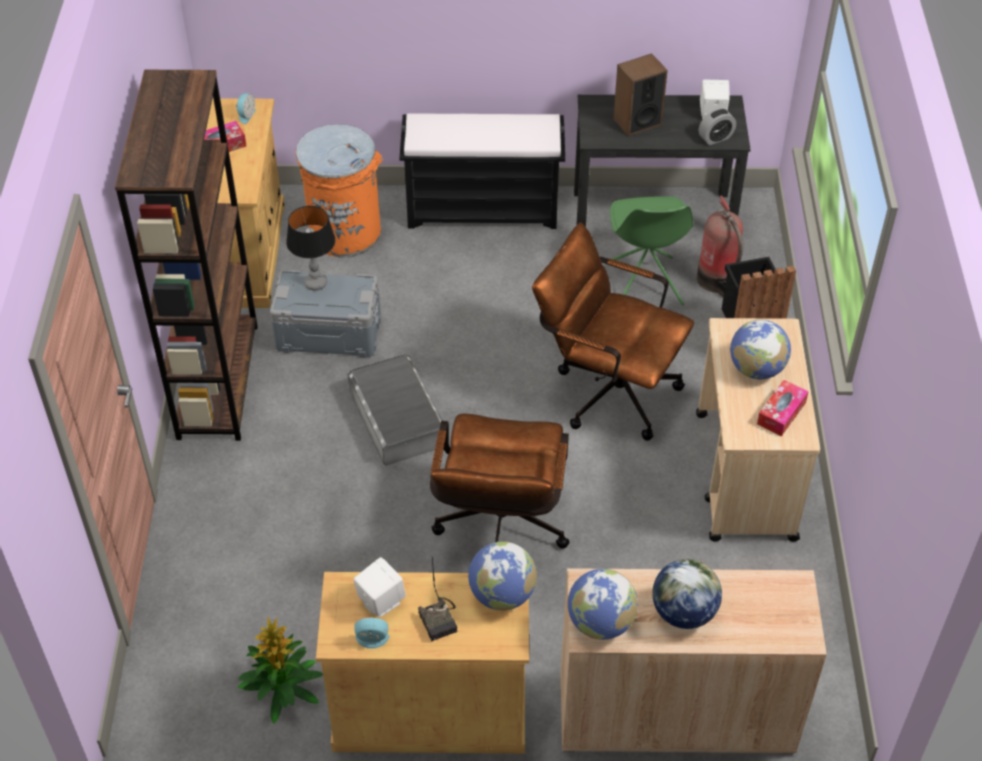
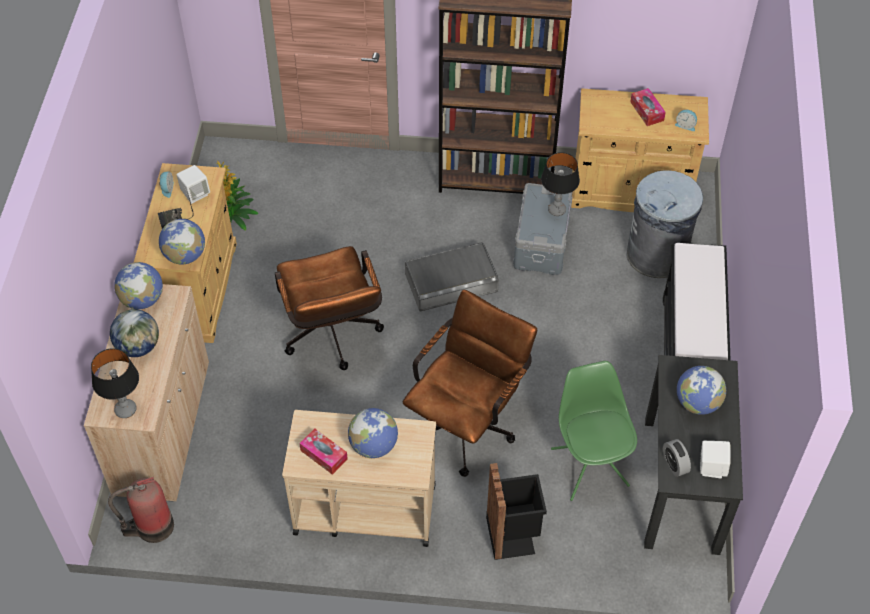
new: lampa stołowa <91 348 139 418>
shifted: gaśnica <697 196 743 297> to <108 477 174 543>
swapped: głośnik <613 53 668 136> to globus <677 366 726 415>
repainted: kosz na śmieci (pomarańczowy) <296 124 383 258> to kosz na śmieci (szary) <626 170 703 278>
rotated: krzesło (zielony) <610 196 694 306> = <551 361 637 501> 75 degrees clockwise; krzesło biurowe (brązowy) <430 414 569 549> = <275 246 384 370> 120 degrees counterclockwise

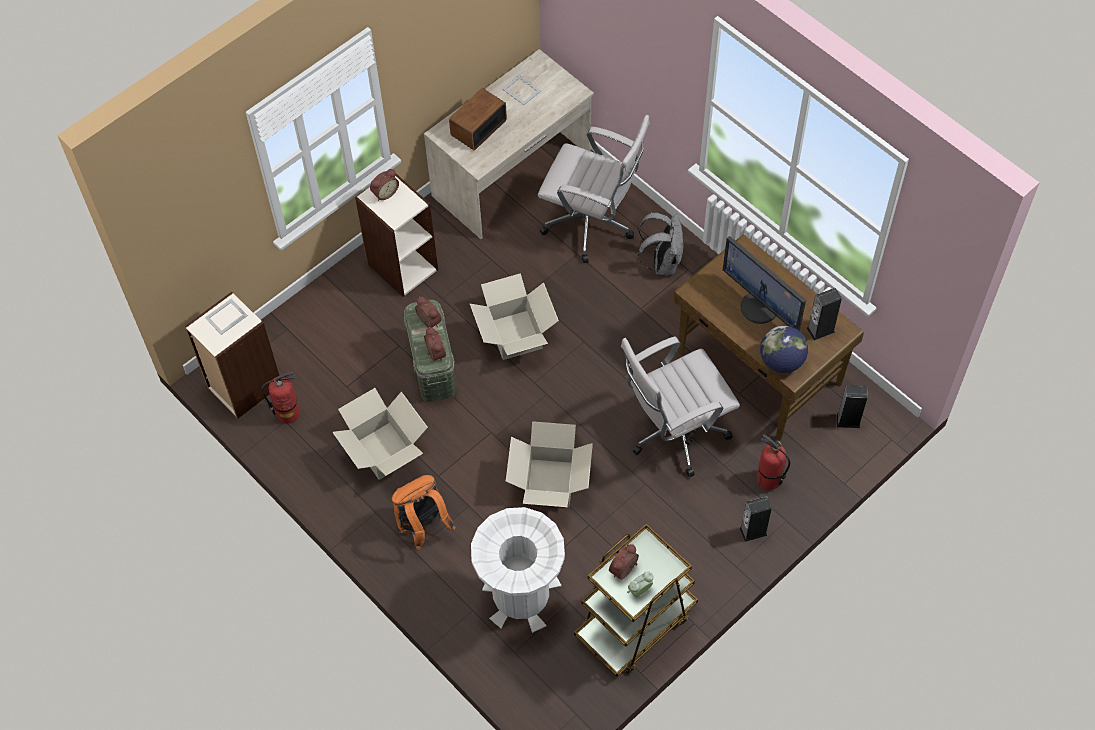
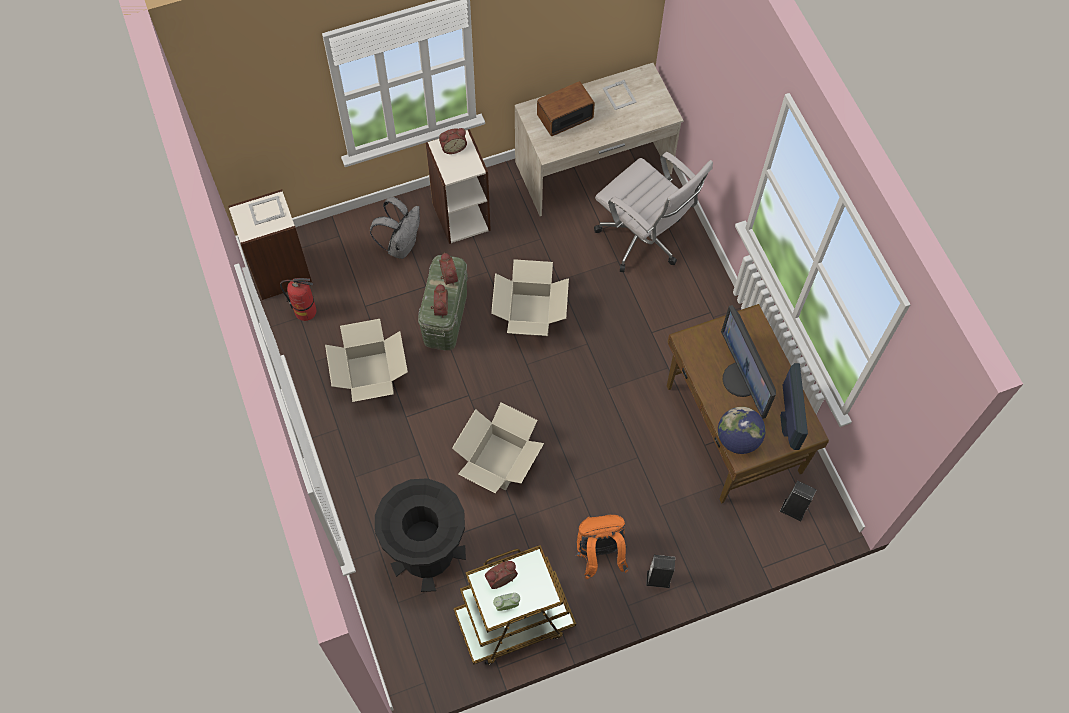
gone: krzesło biurowe (biały) <621 336 740 478>; gaśnica <757 434 790 490>
shifted: plecak (szary) <638 213 684 275> to <370 197 420 259>; plecak (pomarańczowy) <392 475 456 550> to <575 514 628 579>
swapped: głośnik <806 288 842 341> to monitor <780 363 808 450>
repainted: kosz na śmieci (biały) <471 507 565 633> to kosz na śmieci (czarny) <375 478 466 592>

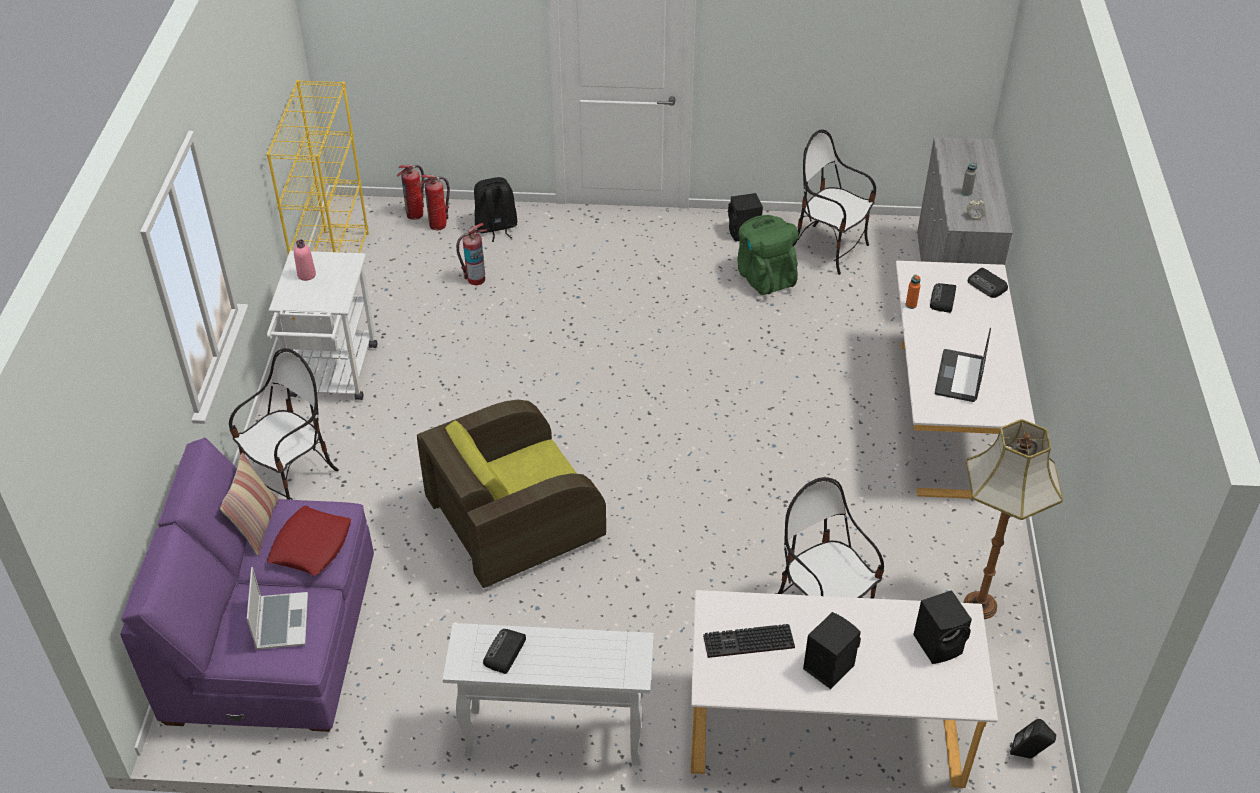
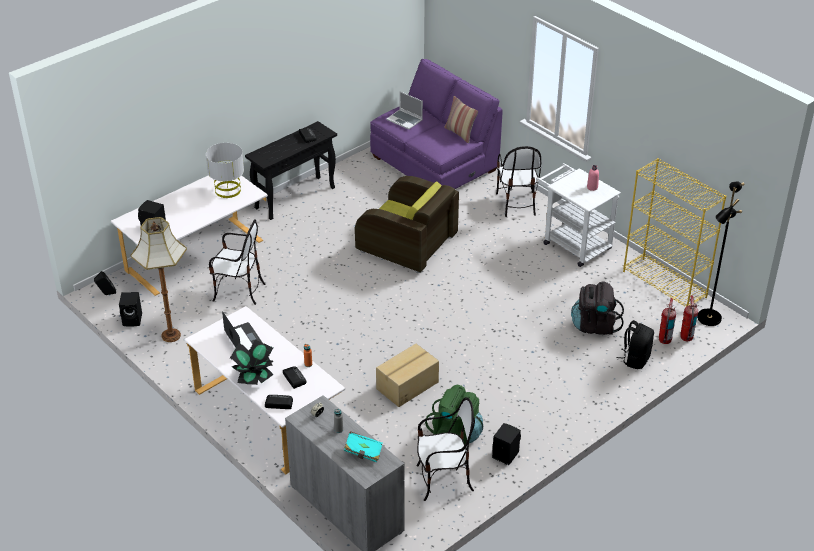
gone: poduszka (czerwony) <267 506 351 575>
new: lampa stojąca (czarny) <697 181 744 326>; roślina doniczkowa <230 339 274 385>; karton <376 344 439 407>; książka (turkusowy) <344 431 383 463>
shifted: głośnik (czarny) <803 612 861 689> to <119 292 142 327>
swapped: gaśnica <456 223 487 285> to plecak (czarny) <571 282 624 335>; klawiatura <703 624 795 658> to lampa stołowa (szary) <206 143 244 198>
repainted: stolik konsolowy (biały) <443 623 654 766> to stolik konsolowy (czarny) <245 121 337 220>
rotated: fotel (brązowy) <417 400 606 588> = <355 176 459 273> 105 degrees clockwise

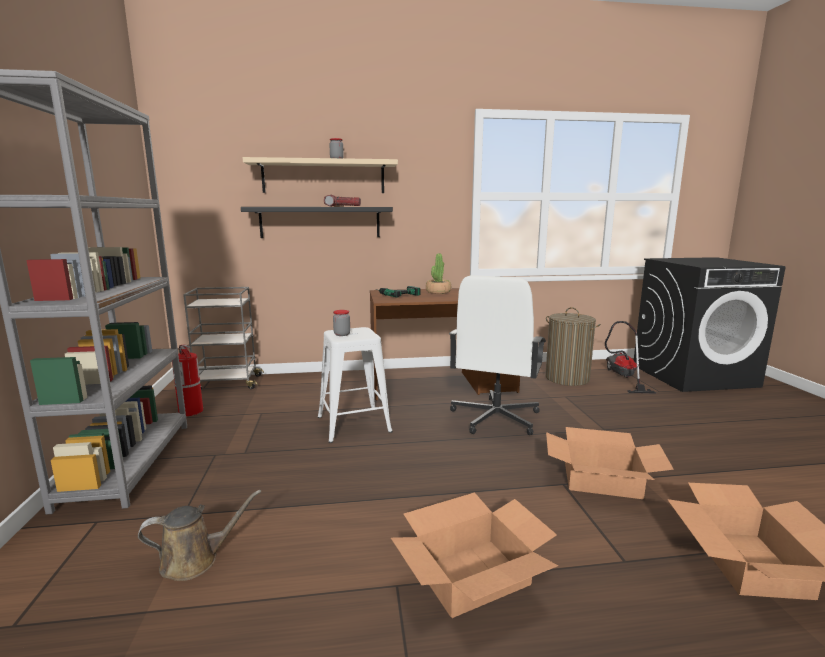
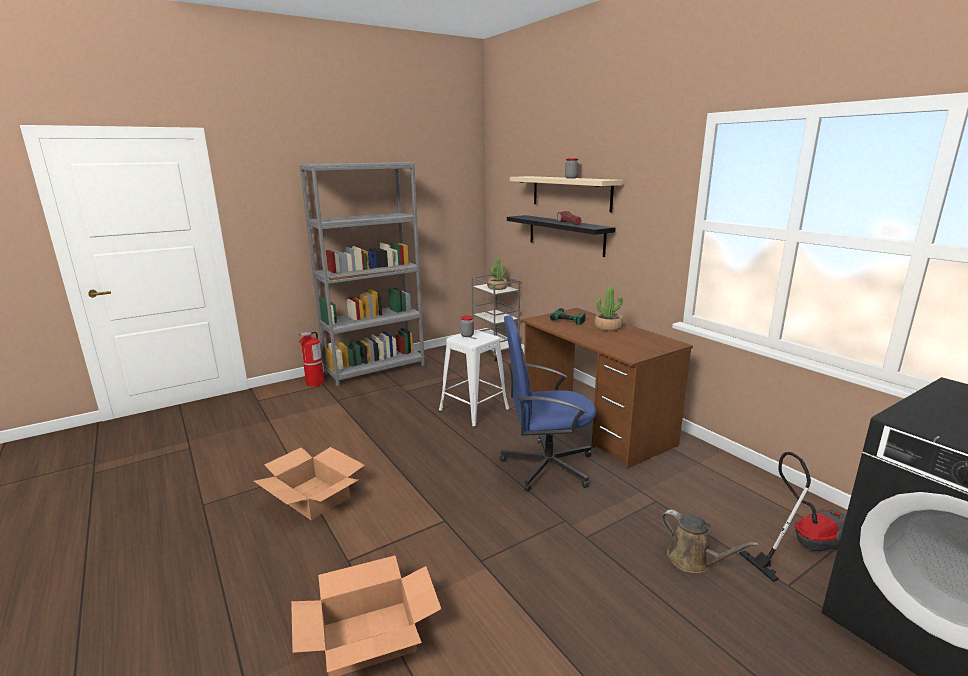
gone: kosz na pranie <545 307 601 386>; karton <546 427 674 499>
new: roślina doniczkowa <487 258 508 290>
shifted: gaśnica <172 344 203 416> to <299 332 324 387>; konewka (brązowy) <138 490 261 581> to <661 510 759 573>
repainted: krzesło biurowe (biały) <449 275 546 435> to krzesło biurowe (niebieski) <499 315 596 492>

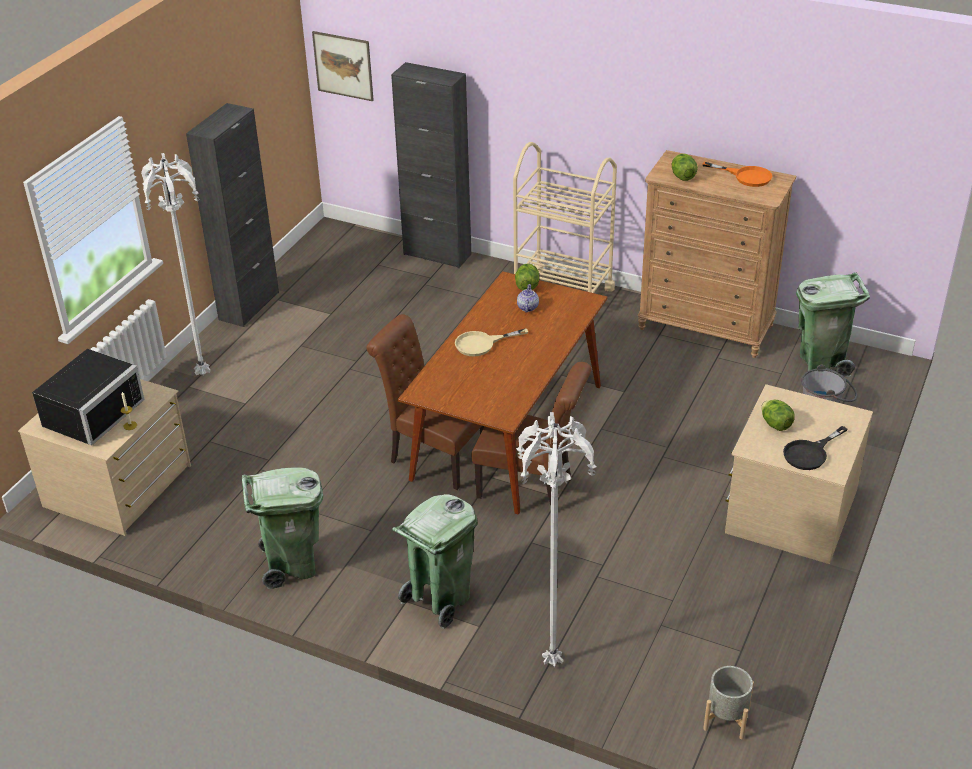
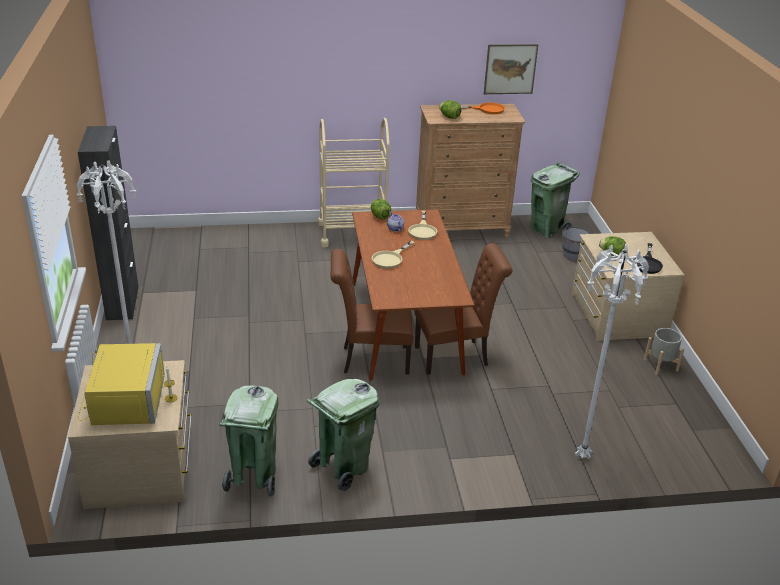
gone: szafka (czarny) <391 62 471 268>
new: patelnia (beżowy) <408 211 438 240>
shifted: obraz <312 31 374 101> to <484 44 538 94>; kosz na śmieci (zielony) <392 494 478 629> to <219 385 279 498>; donica (szary) <703 666 754 739> to <644 328 684 375>
repainted: mikrofalówka (czarny) <32 349 145 446> to mikrofalówka (żółty) <78 343 165 425>

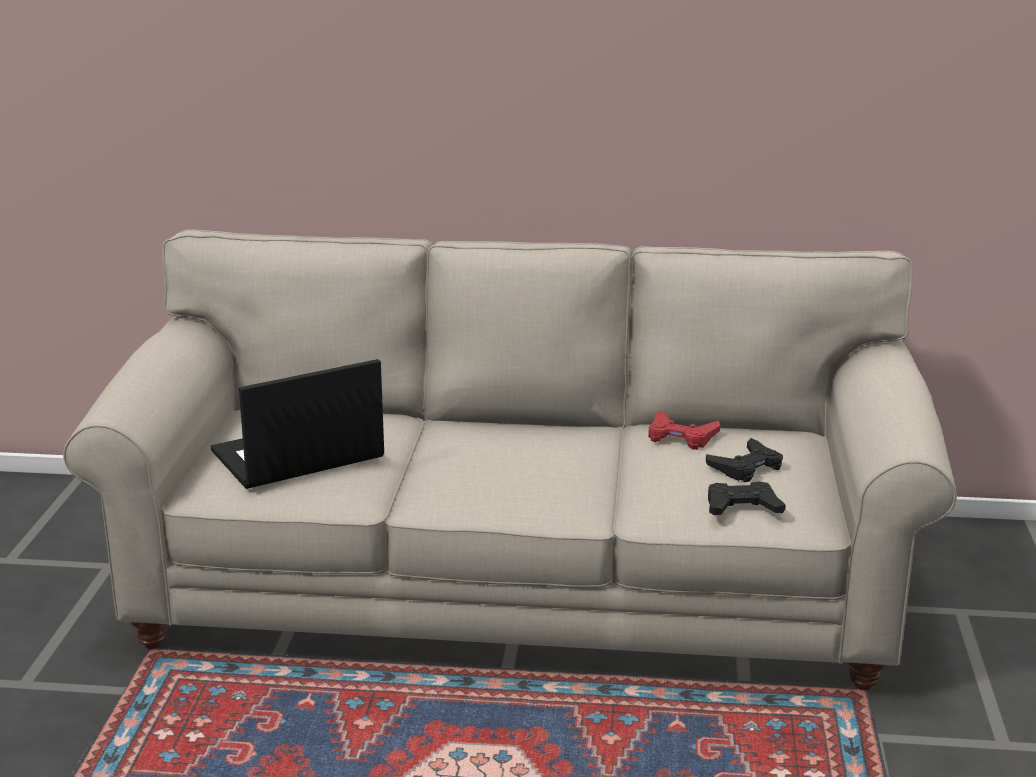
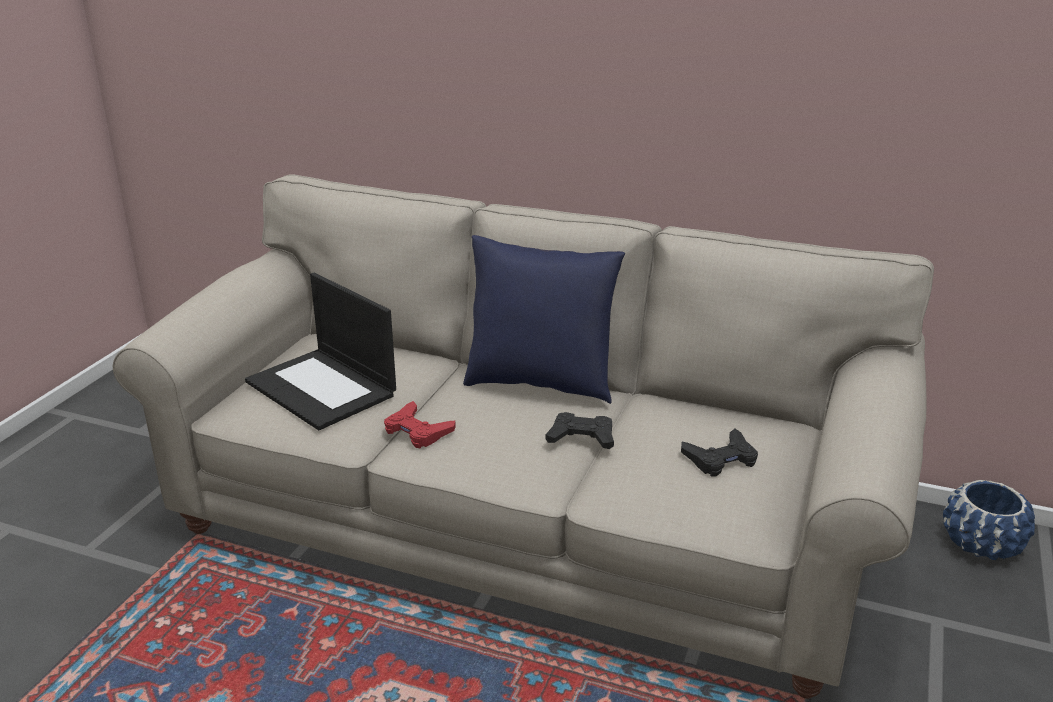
new: poduszka (niebieski) <463 235 625 404>; donica (niebieski) <943 480 1035 560>
shifted: pad do gier (czerwony) <648 411 720 450> to <384 401 456 448>; pad do gier (czarny) <708 481 786 515> to <545 412 614 449>
rotated: laptop <211 359 384 489> = <245 273 396 430> 120 degrees counterclockwise

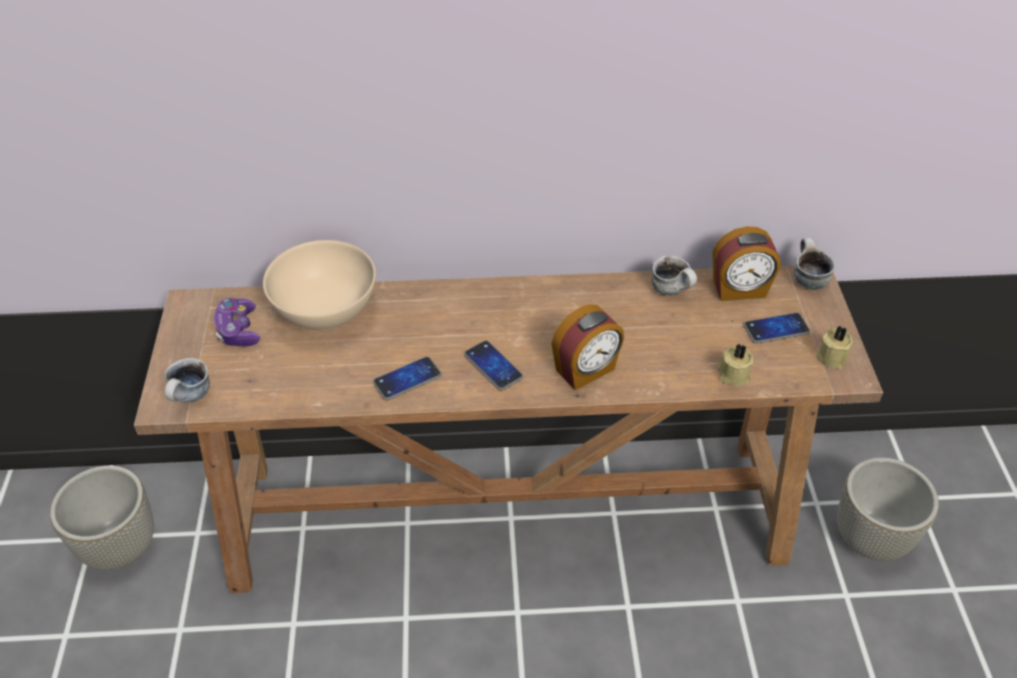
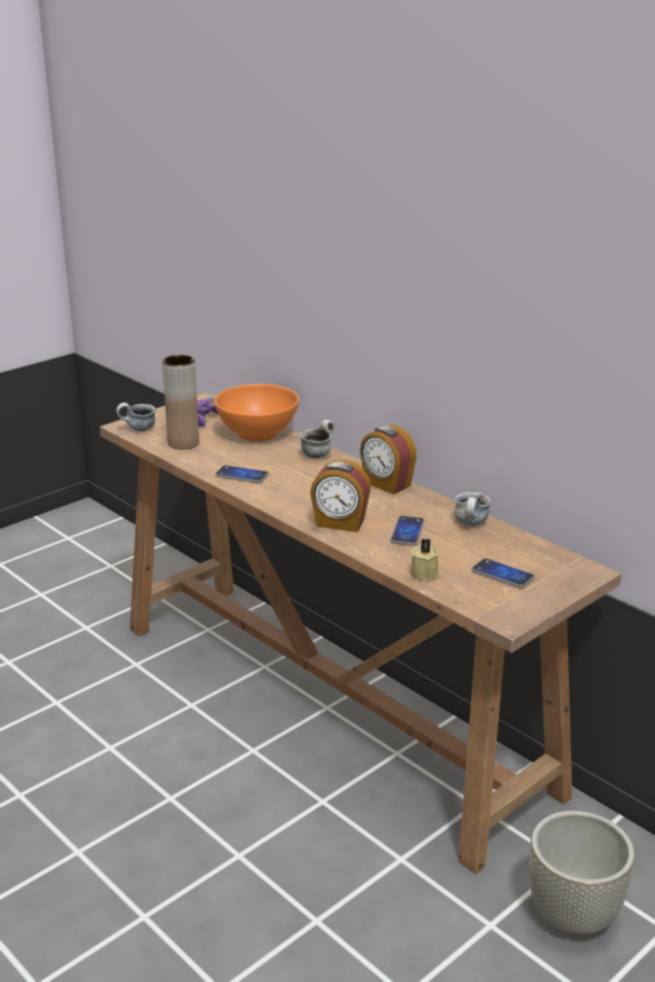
gone: świeca (beżowy) <816 326 853 369>; donica (szary) <50 466 154 570>
new: wazon (brązowy) <162 355 199 450>
shifted: budzik <713 226 780 301> to <360 425 417 494>; kubek <794 237 836 290> to <300 420 334 458>; telefon <464 341 523 391> to <390 516 425 546>
repainted: miska (beżowy) <263 240 376 330> to miska (pomarańczowy) <214 384 299 442>

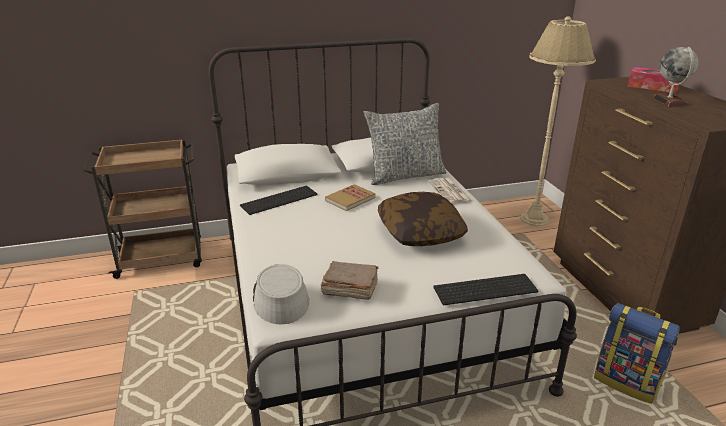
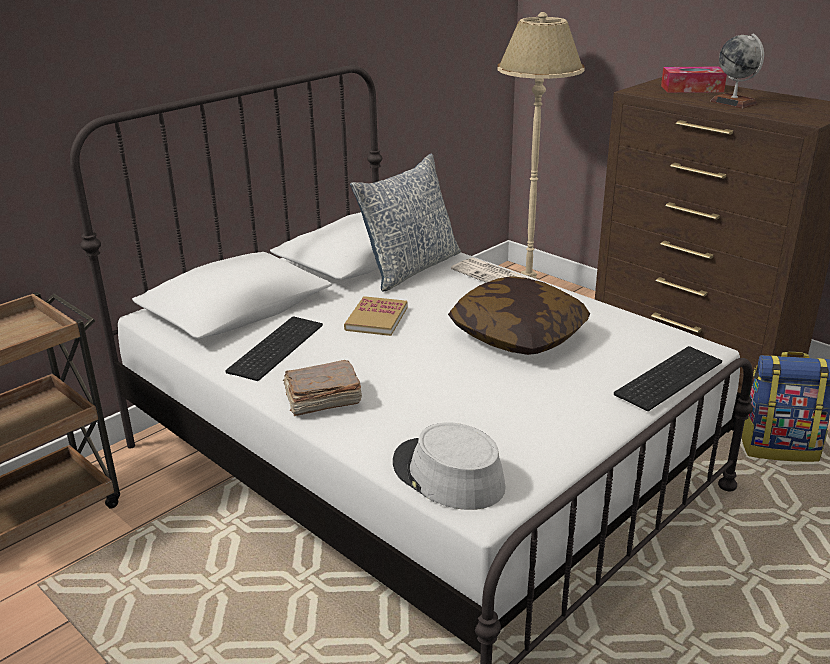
shifted: książka (brązowy) <321 261 378 300> to <283 360 362 416>

